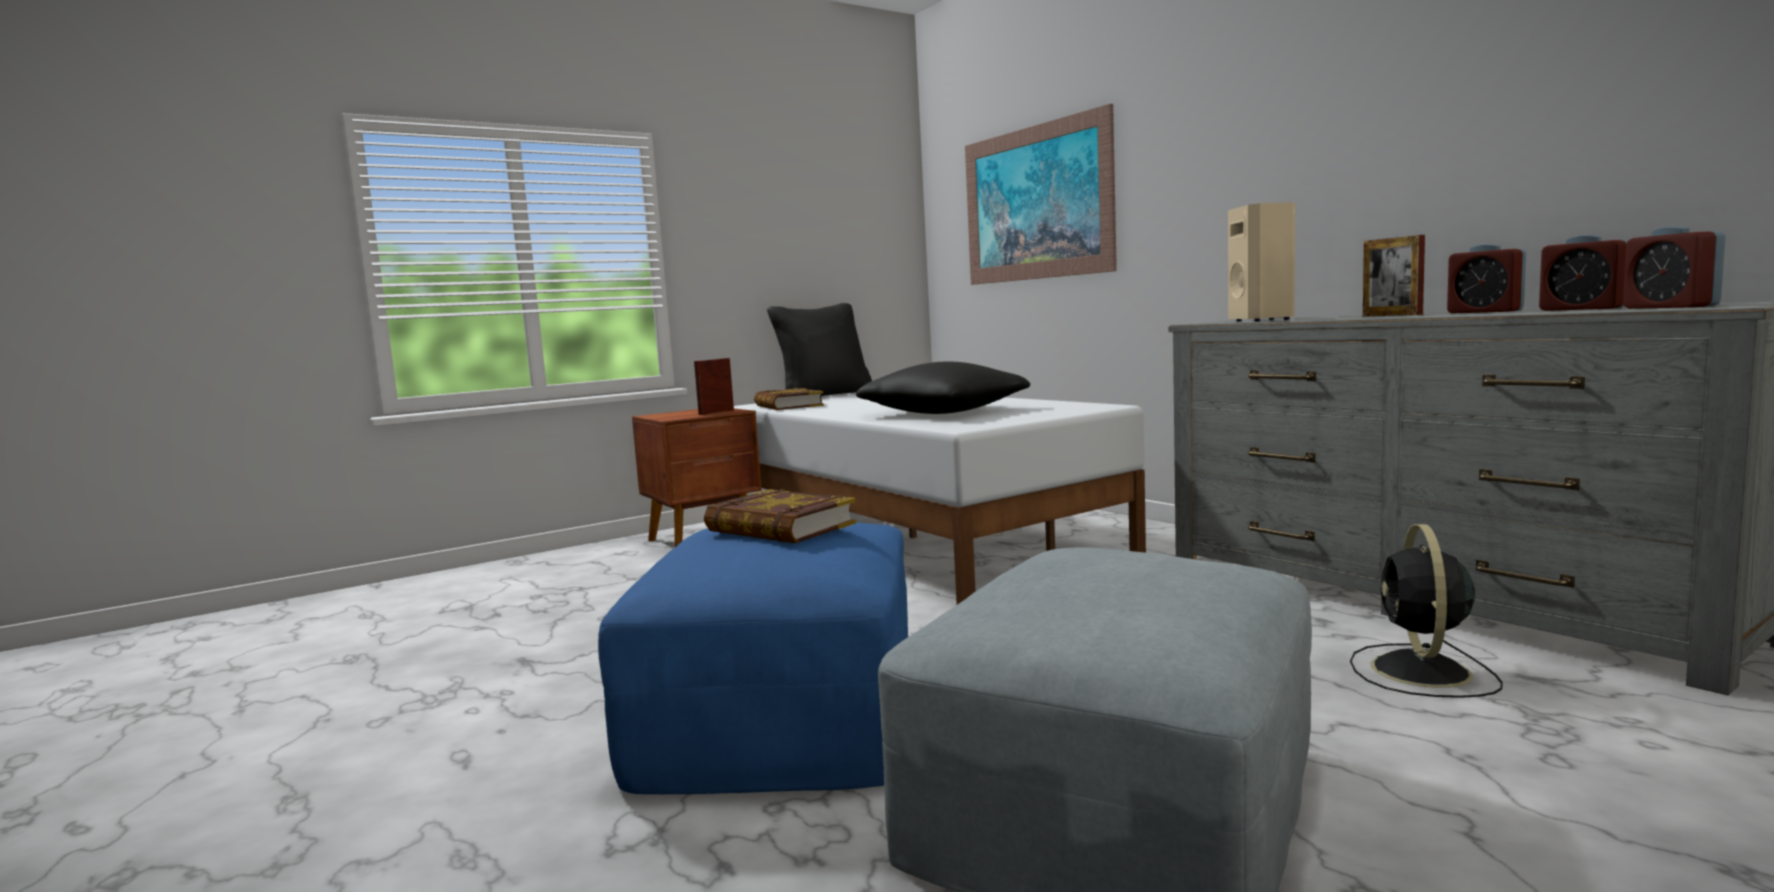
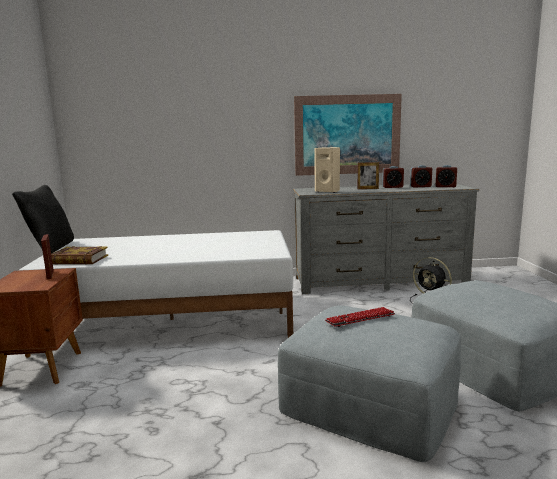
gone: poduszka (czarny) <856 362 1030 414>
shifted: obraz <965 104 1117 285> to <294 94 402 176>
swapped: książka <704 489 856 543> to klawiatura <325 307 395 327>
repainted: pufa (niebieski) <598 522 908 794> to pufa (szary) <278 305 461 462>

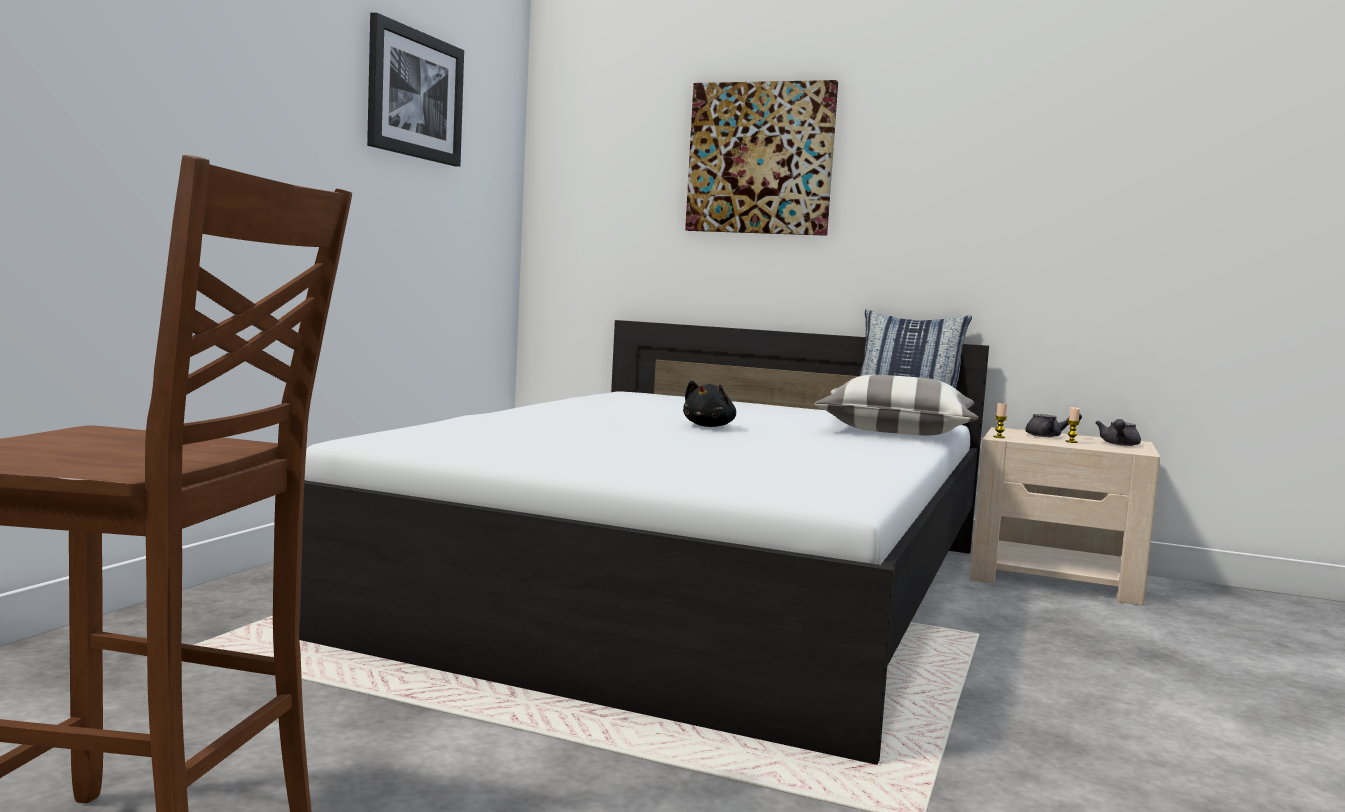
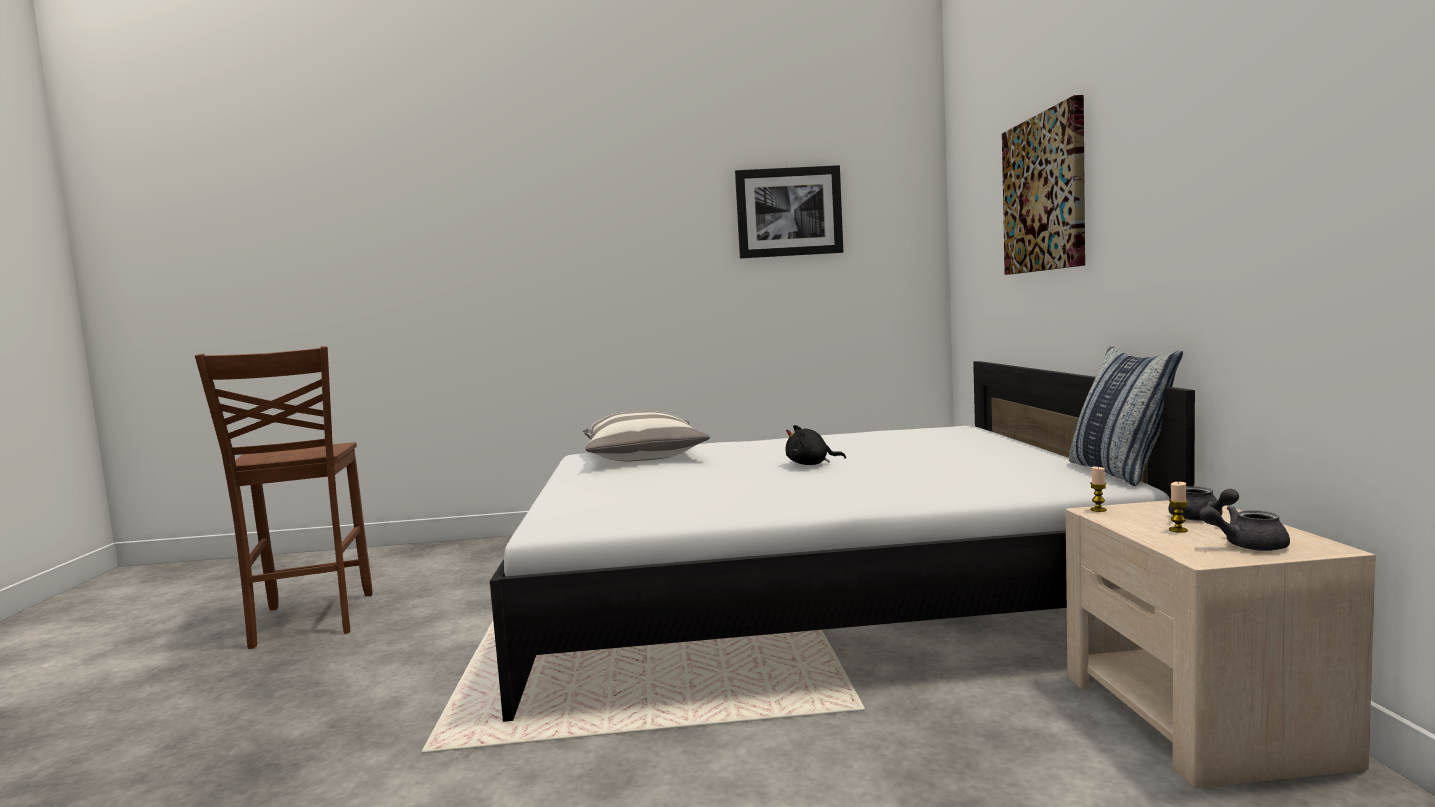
shifted: poduszka <815 375 979 436> to <583 411 710 462>

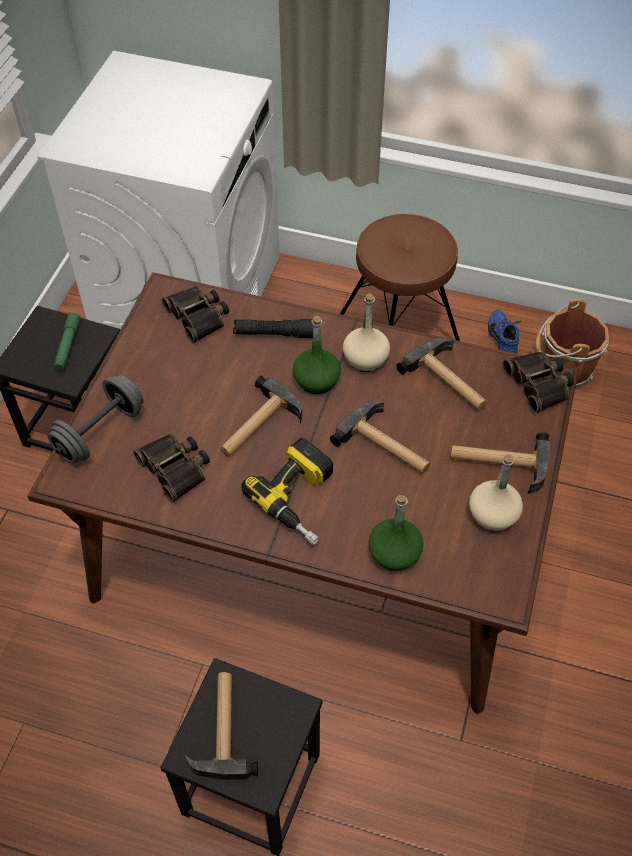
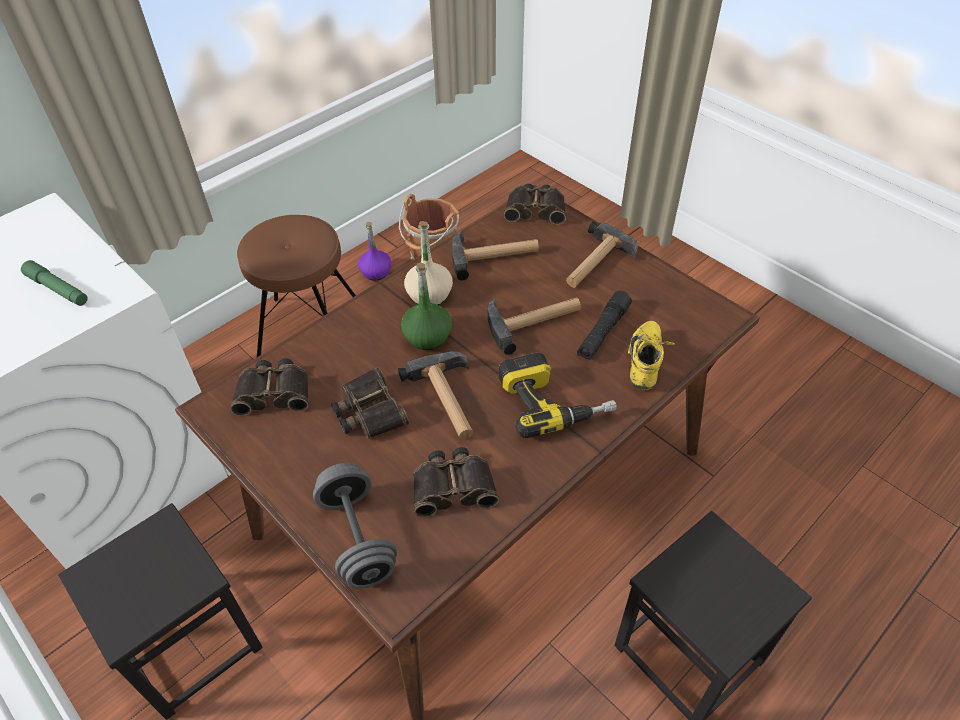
gone: butelka (beżowy) <469 454 523 531>; młotek <185 672 258 780>
new: lornetka <331 367 409 439>
shifted: latarka (zielony) <54 312 81 371> to <21 260 88 306>; latarka (czarny) <233 319 313 338> to <577 291 632 360>
swapped: but (niebieski) <488 310 521 354> to butelka (fioletowy) <358 222 391 281>; butelka (zielony) <368 495 424 571> to but (żółty) <628 321 675 390>

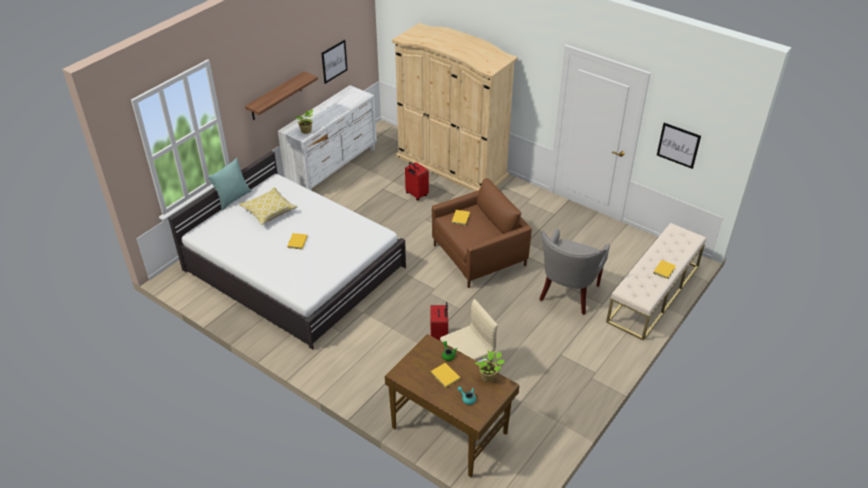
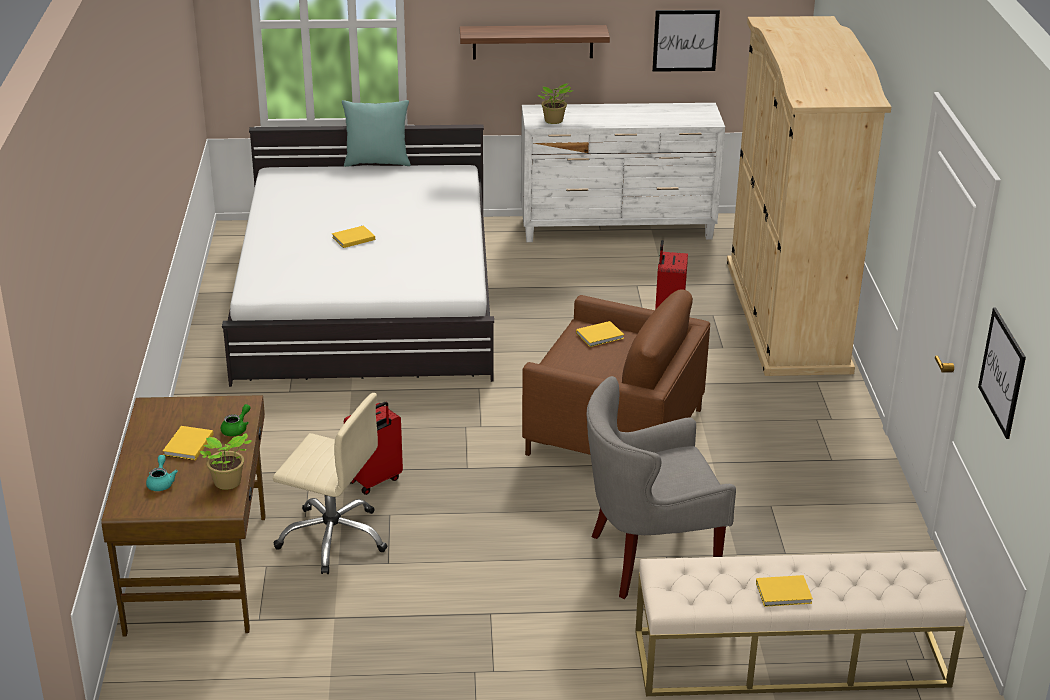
gone: poduszka <239 187 298 225>

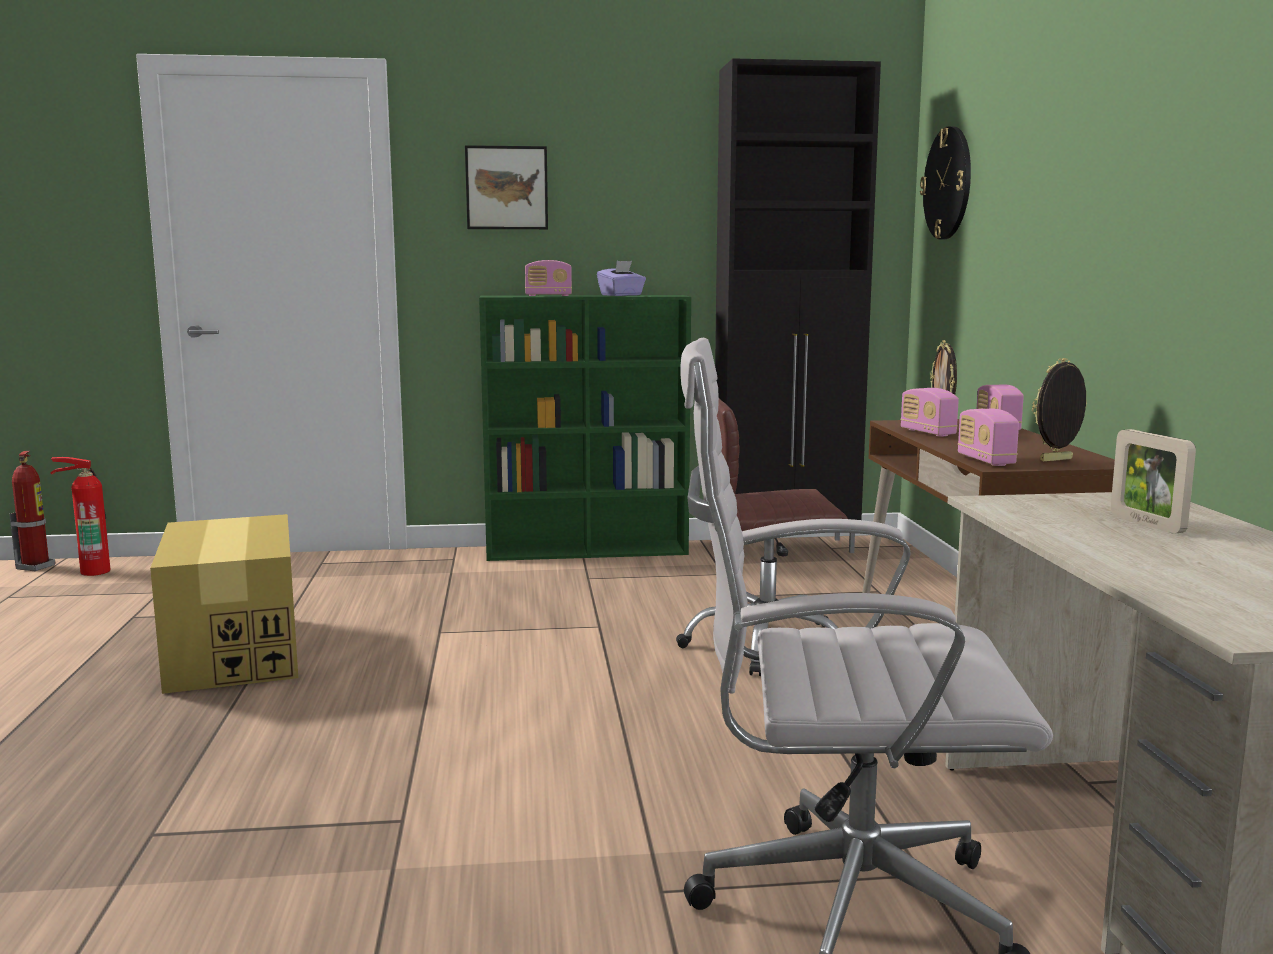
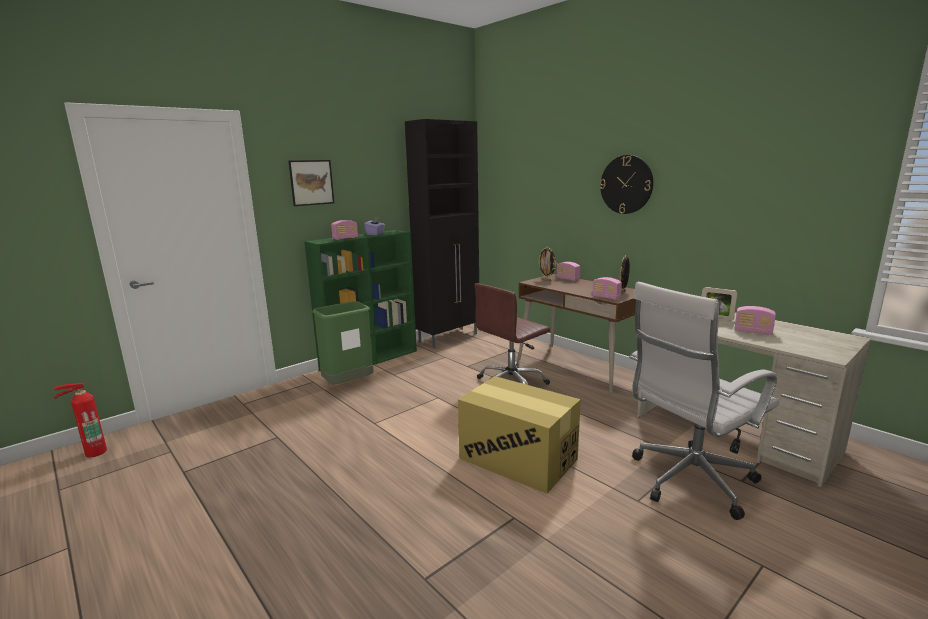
gone: gaśnica <9 451 55 571>
new: kosz na śmieci (zielony) <313 301 374 384>
shifted: zegar ścienny <920 126 971 239> to <600 155 653 214>; radio <901 388 959 437> to <734 306 776 335>; karton <150 514 298 694> to <458 376 581 494>

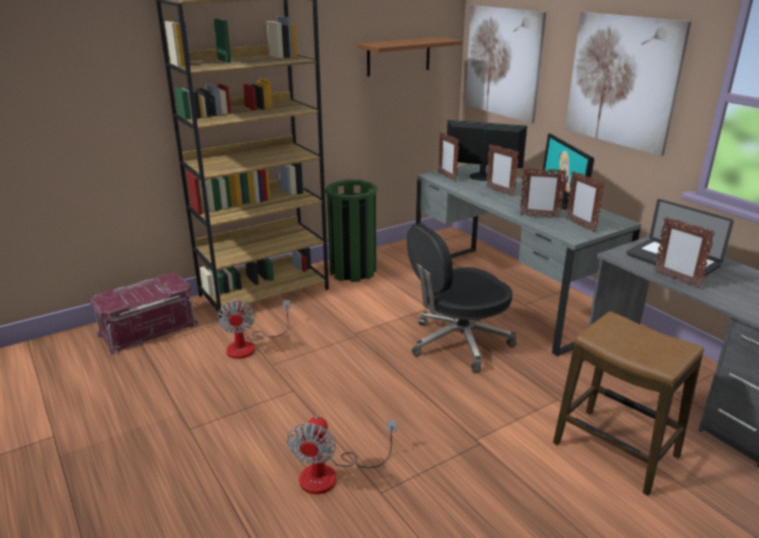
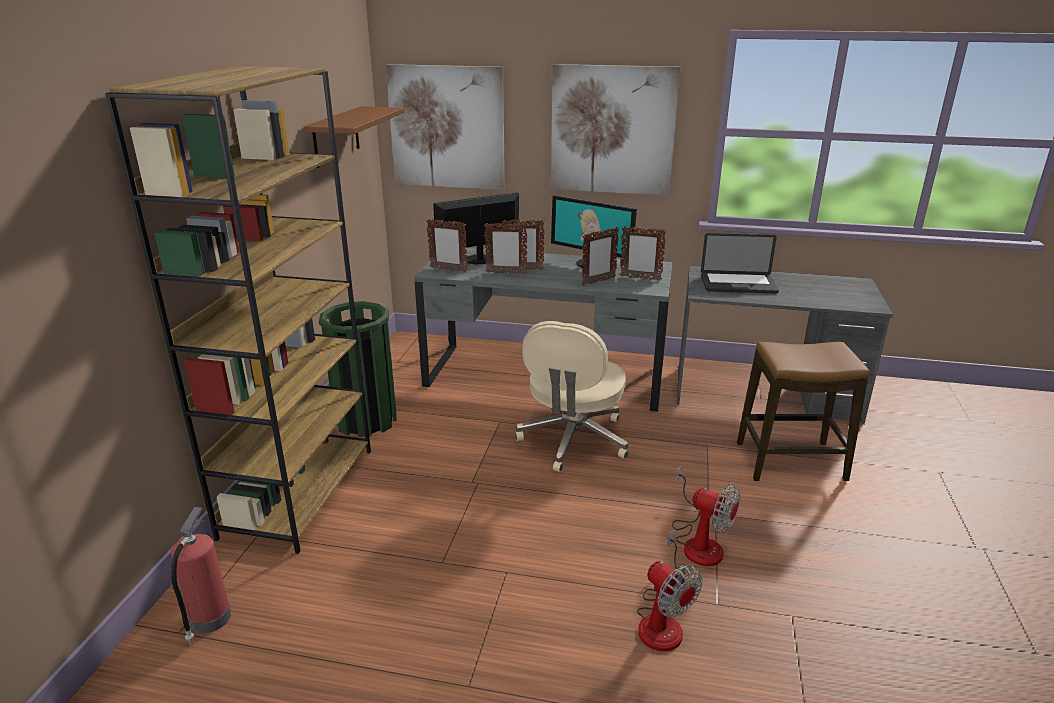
shifted: ramka na zdjęcie <654 217 715 289> to <484 223 527 275>; wentylator <217 299 290 359> to <672 465 740 566>
swapped: pojemnik do przechowywania (czerwony) <90 273 199 355> to gaśnica <171 507 231 644>
repainted: krzesło biurowe (czarny) <407 223 517 373> to krzesło biurowe (beżowy) <515 321 629 472>

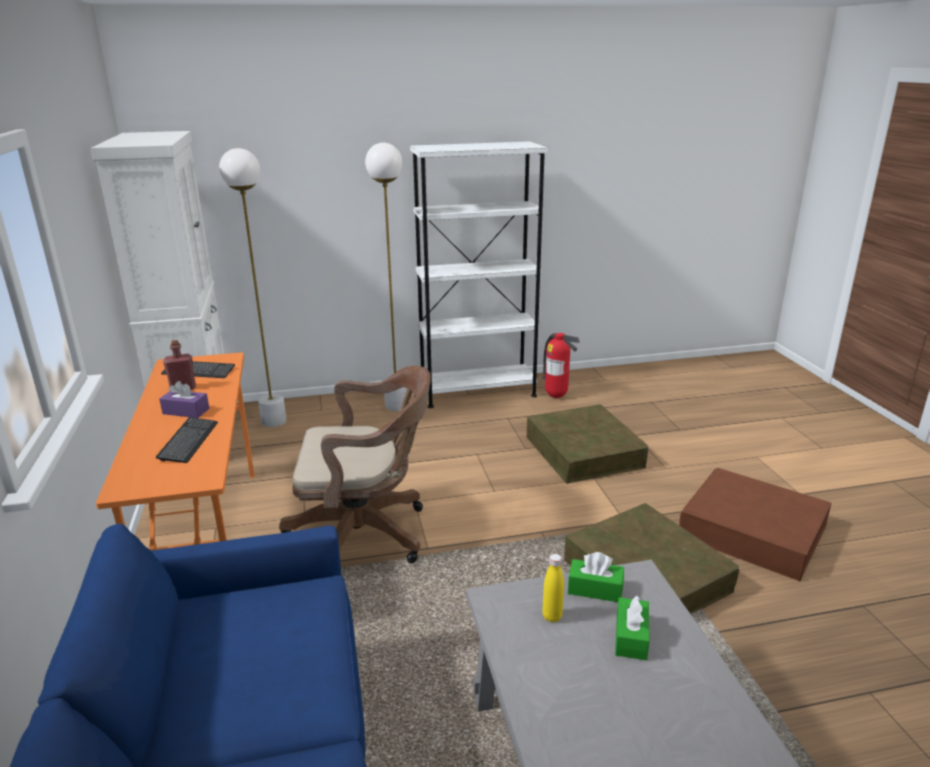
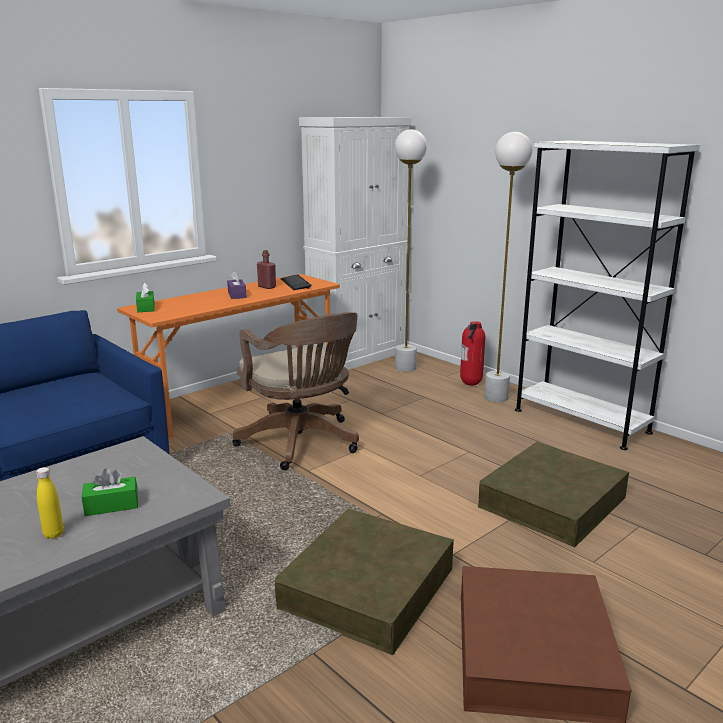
gone: klawiatura <156 417 218 463>
shifted: gaśnica <542 333 580 398> to <460 321 485 386>; pudełko chusteczek (zielony) <568 552 624 602> to <136 282 155 312>; butelka (żółty) <542 554 564 622> to <36 467 64 539>

